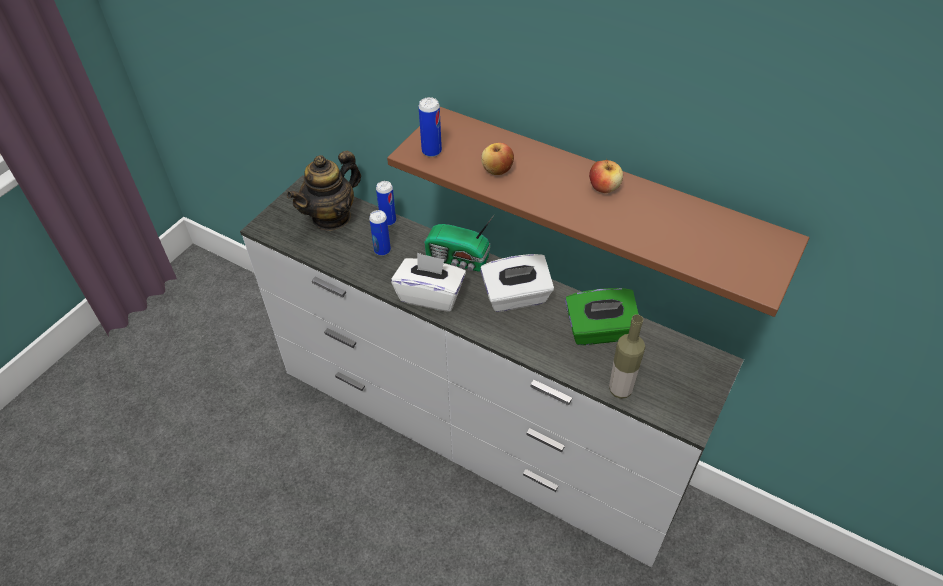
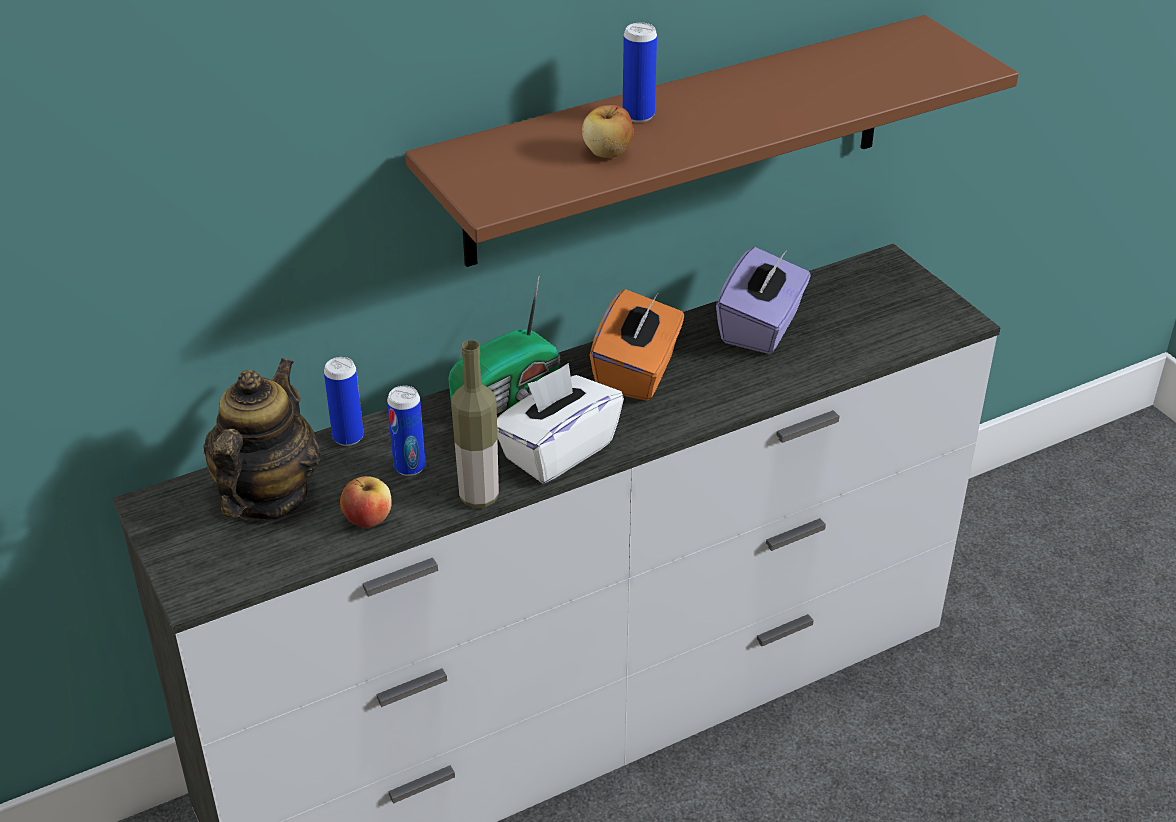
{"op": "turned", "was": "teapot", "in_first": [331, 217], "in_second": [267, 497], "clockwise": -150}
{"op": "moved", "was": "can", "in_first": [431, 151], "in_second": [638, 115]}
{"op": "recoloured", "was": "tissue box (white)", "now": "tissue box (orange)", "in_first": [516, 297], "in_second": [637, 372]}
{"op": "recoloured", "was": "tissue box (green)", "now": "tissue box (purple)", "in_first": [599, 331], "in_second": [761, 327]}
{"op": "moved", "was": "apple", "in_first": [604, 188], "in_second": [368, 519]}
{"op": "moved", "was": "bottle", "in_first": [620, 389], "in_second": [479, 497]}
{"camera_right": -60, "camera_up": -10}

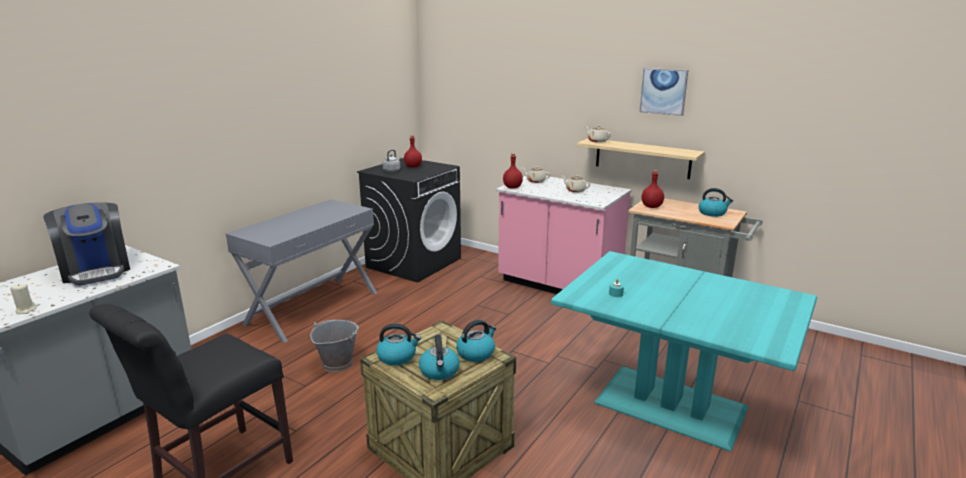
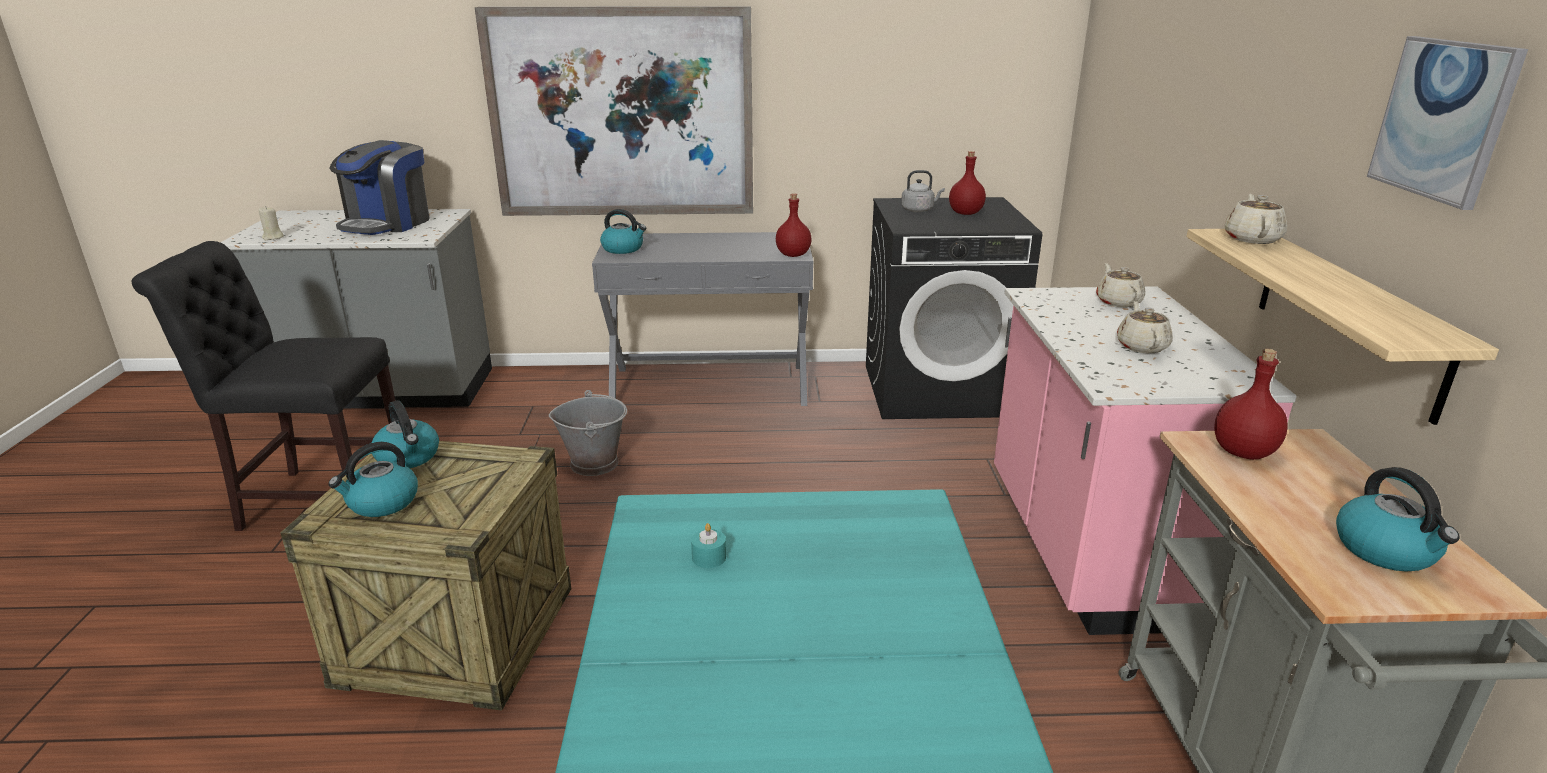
{"op": "moved", "was": "kettle", "in_first": [476, 353], "in_second": [623, 249]}
{"op": "moved", "was": "bottle (red)", "in_first": [512, 187], "in_second": [793, 255]}
{"op": "added", "now": "picture", "in_second": [622, 113]}
{"camera_right": 55, "camera_up": 5}

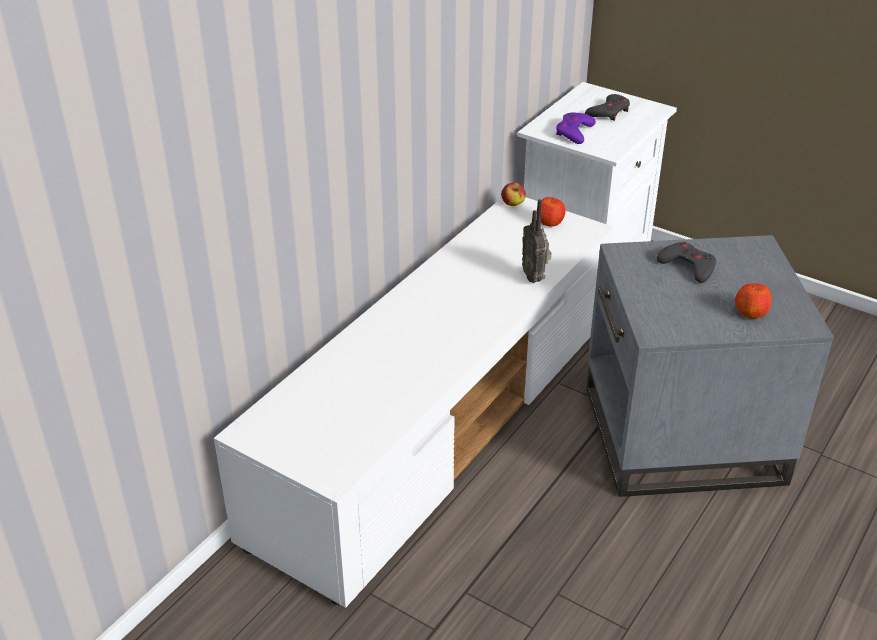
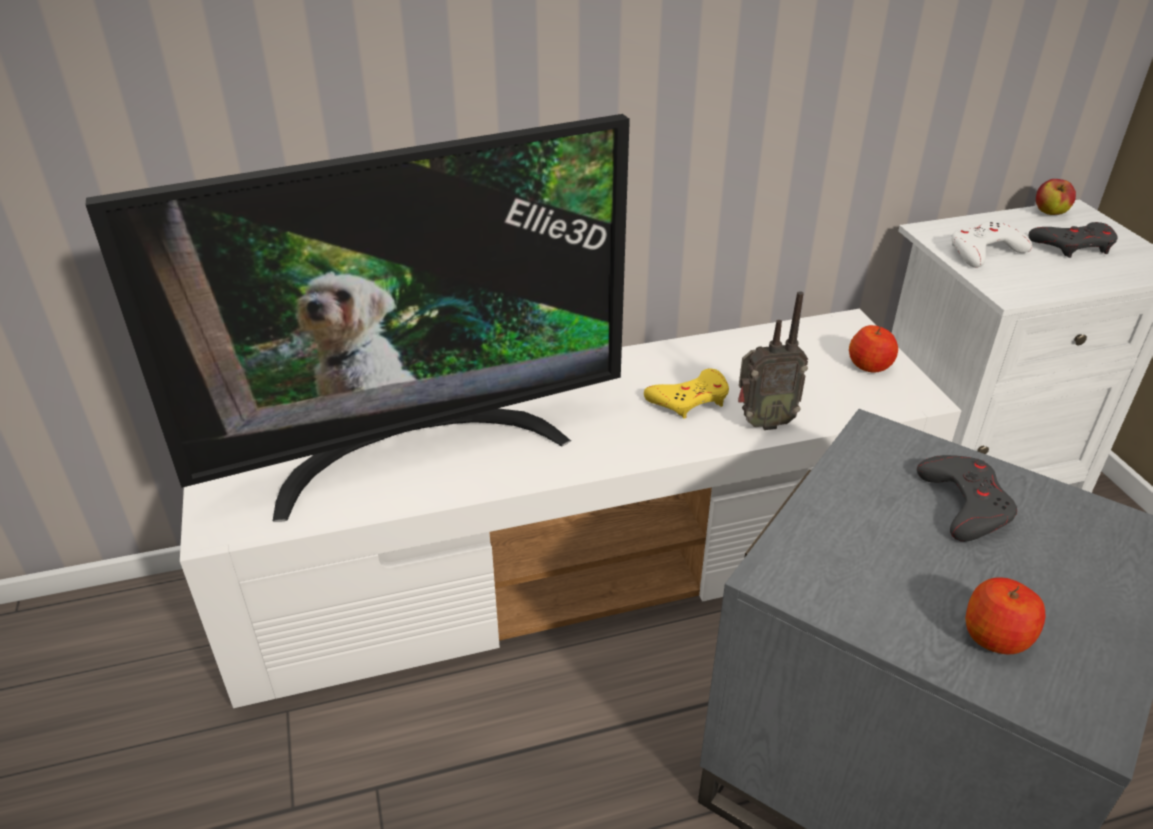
{"op": "moved", "was": "apple", "in_first": [512, 204], "in_second": [1050, 213]}
{"op": "turned", "was": "radio", "in_first": [534, 277], "in_second": [762, 422], "clockwise": -120}
{"op": "recoloured", "was": "game controller (purple)", "now": "game controller (white)", "in_first": [574, 132], "in_second": [984, 251]}
{"op": "added", "now": "television", "in_second": [414, 448]}
{"op": "added", "now": "game controller (yellow)", "in_second": [690, 399]}
{"camera_right": 40, "camera_up": 0}

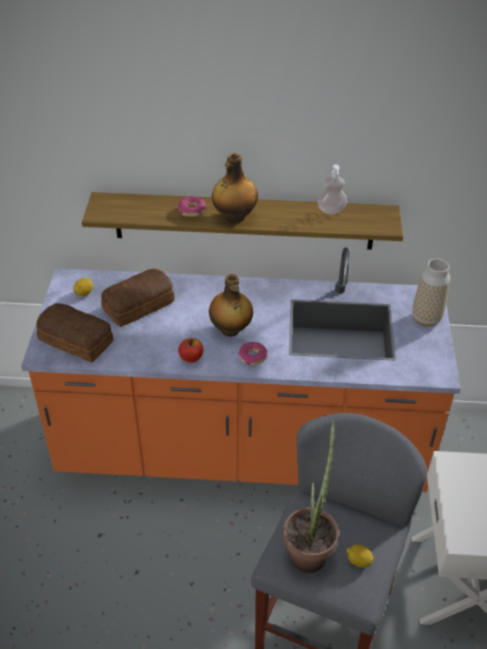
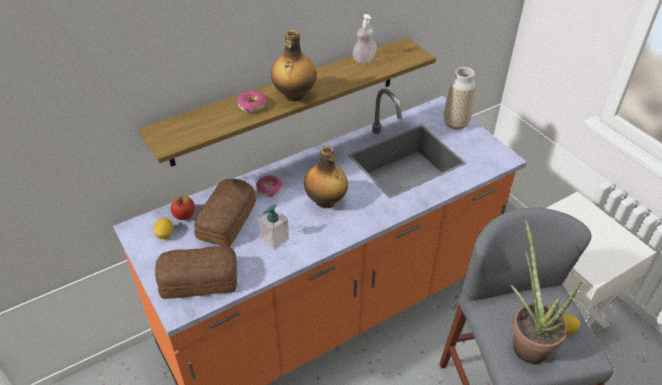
{"op": "moved", "was": "apple", "in_first": [191, 357], "in_second": [184, 215]}
{"op": "moved", "was": "donut", "in_first": [253, 357], "in_second": [269, 189]}
{"op": "added", "now": "soap dispenser", "in_second": [274, 239]}
{"camera_right": -35, "camera_up": 0}

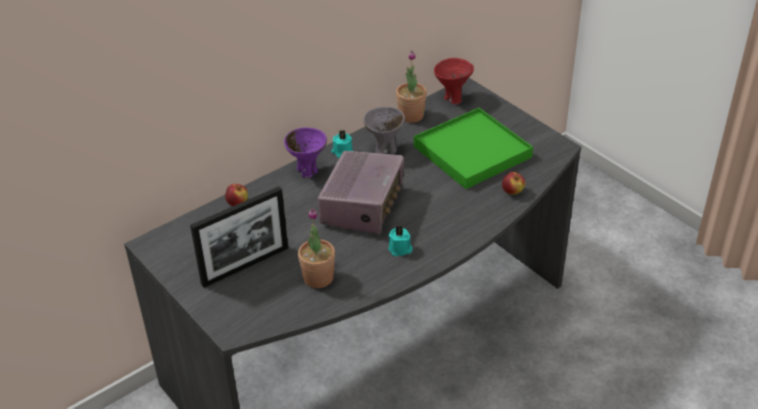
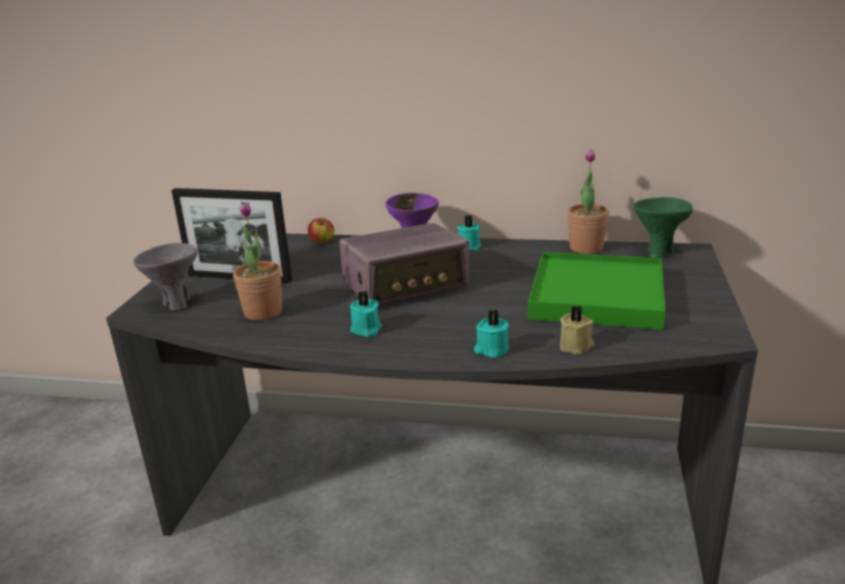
{"op": "moved", "was": "bowl (grey)", "in_first": [385, 149], "in_second": [176, 303]}
{"op": "recoloured", "was": "bowl (red)", "now": "bowl (green)", "in_first": [453, 98], "in_second": [659, 252]}
{"op": "replaced", "was": "apple", "now": "candle (beige)", "in_first": [512, 192], "in_second": [576, 346]}
{"op": "added", "now": "candle (turquoise)", "in_second": [491, 350]}
{"camera_right": 50, "camera_up": -15}

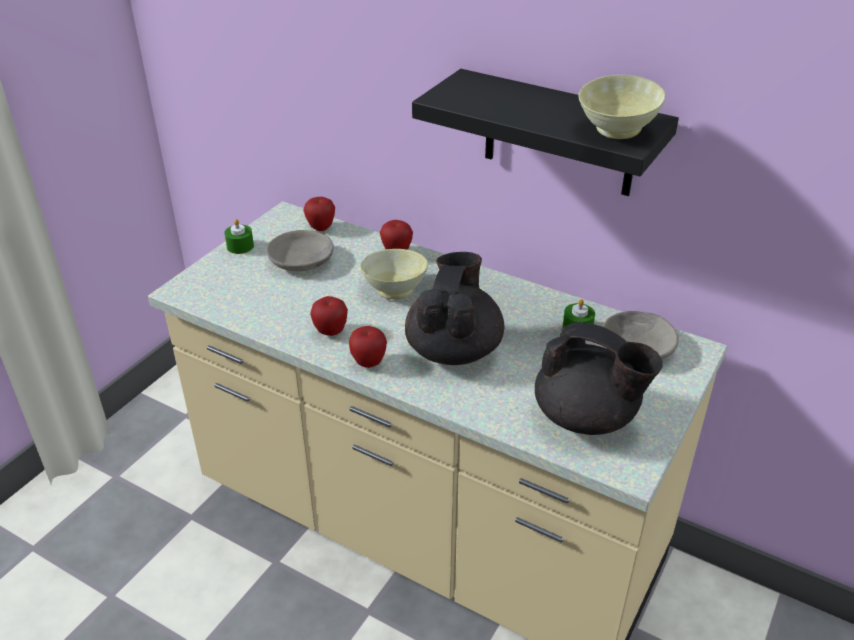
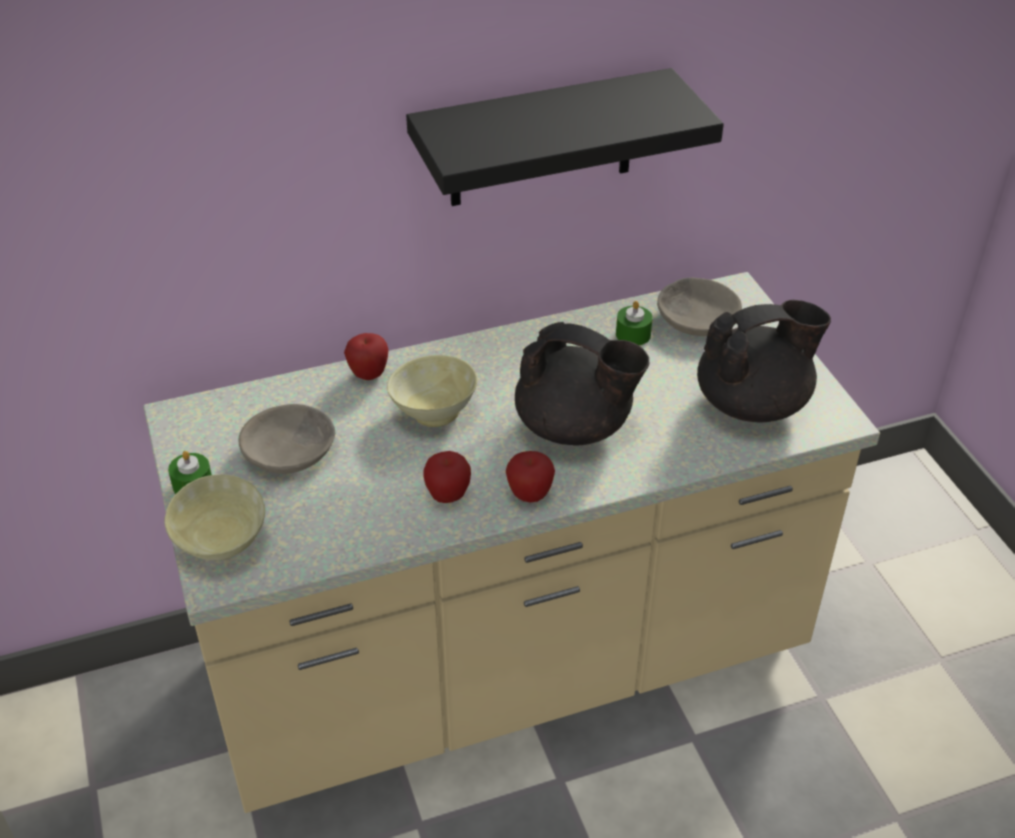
{"op": "removed", "was": "apple", "in_first": [321, 228]}
{"op": "turned", "was": "teapot (black)", "in_first": [454, 349], "in_second": [575, 427], "clockwise": 150}
{"op": "moved", "was": "bowl (beige)", "in_first": [615, 131], "in_second": [220, 545]}
{"camera_right": -50, "camera_up": 5}

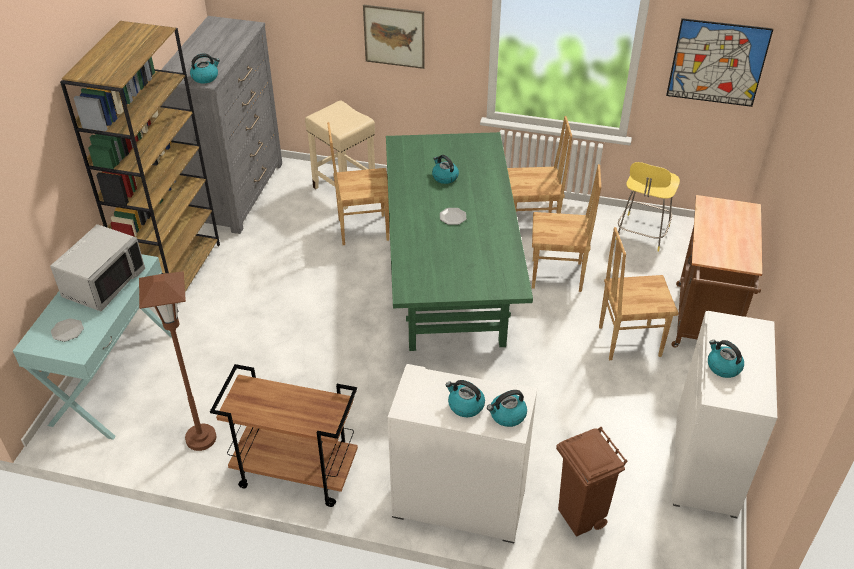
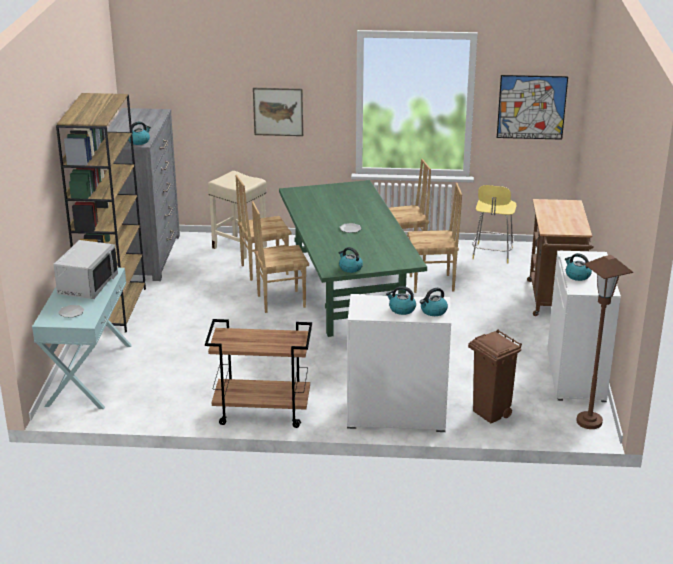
{"op": "moved", "was": "floor lamp (brown)", "in_first": [201, 438], "in_second": [589, 422]}
{"op": "moved", "was": "kettle", "in_first": [444, 177], "in_second": [350, 268]}
{"op": "moved", "was": "chair (brown)", "in_first": [628, 341], "in_second": [280, 301]}
{"camera_right": -10, "camera_up": -15}

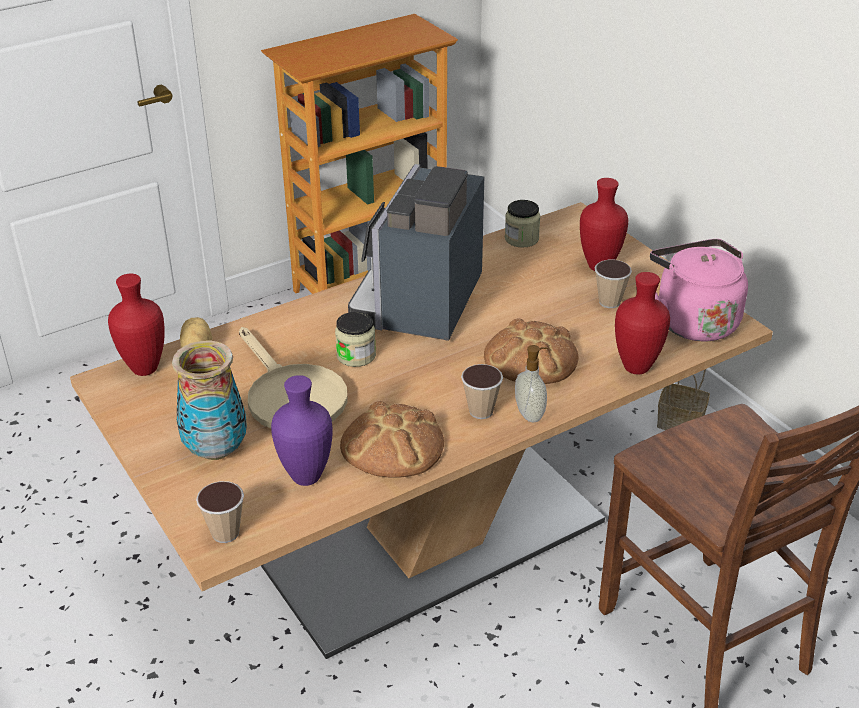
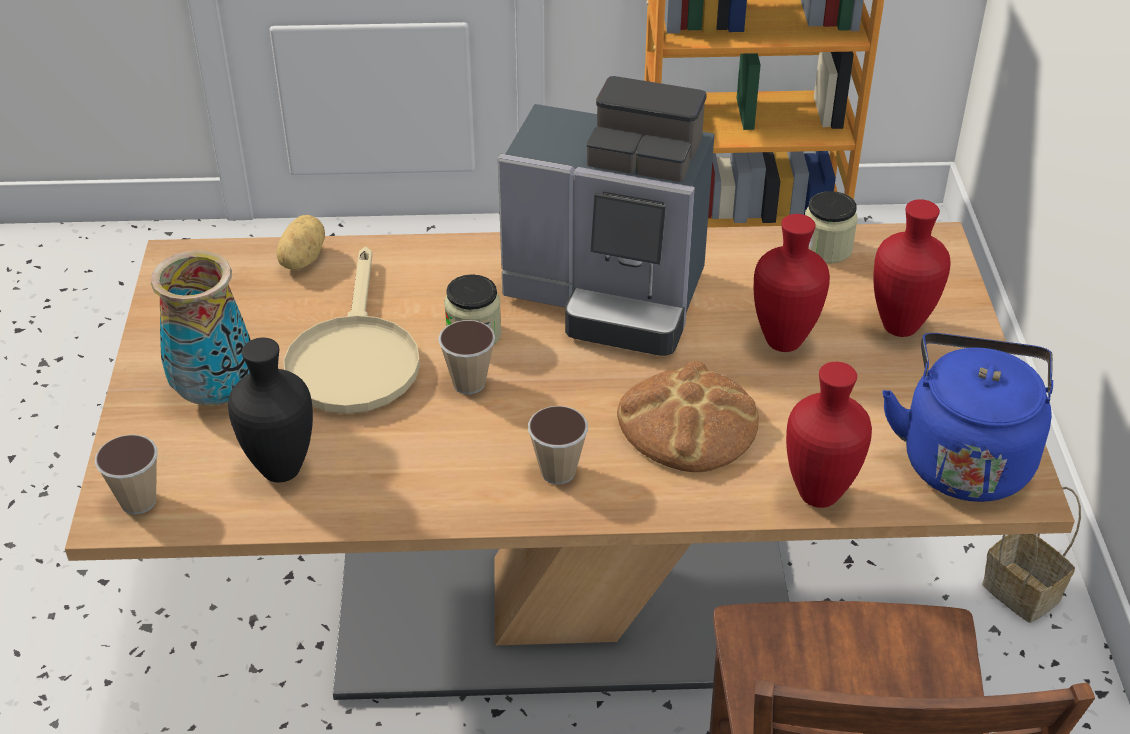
{"op": "moved", "was": "vase (red)", "in_first": [144, 370], "in_second": [782, 343]}
{"op": "recoloured", "was": "vase (purple)", "now": "vase (black)", "in_first": [304, 477], "in_second": [279, 469]}
{"op": "removed", "was": "bread", "in_first": [392, 445]}
{"op": "turned", "was": "coffee machine", "in_first": [420, 305], "in_second": [610, 295], "clockwise": -120}
{"op": "removed", "was": "soap dispenser", "in_first": [530, 414]}
{"op": "moved", "was": "cup", "in_first": [609, 302], "in_second": [469, 383]}
{"op": "recoloured", "was": "kettle (pink)", "now": "kettle (blue)", "in_first": [693, 320], "in_second": [965, 457]}
{"camera_right": 30, "camera_up": 5}

